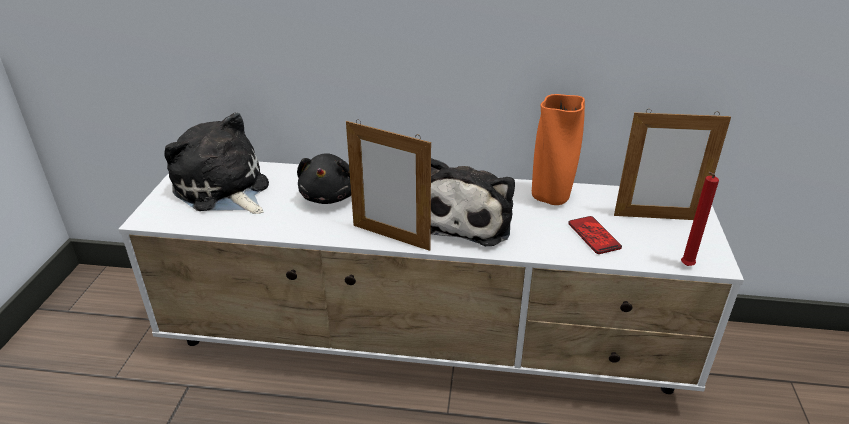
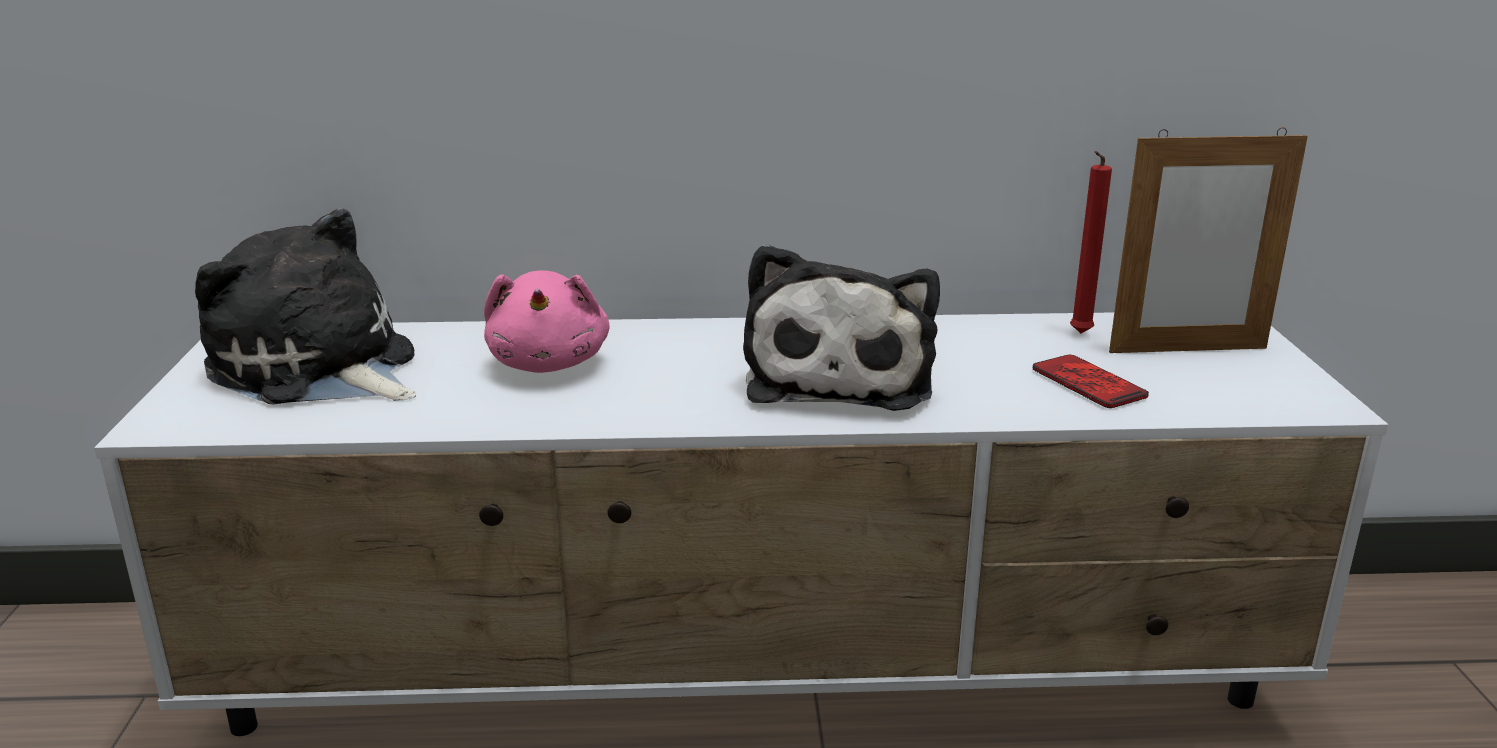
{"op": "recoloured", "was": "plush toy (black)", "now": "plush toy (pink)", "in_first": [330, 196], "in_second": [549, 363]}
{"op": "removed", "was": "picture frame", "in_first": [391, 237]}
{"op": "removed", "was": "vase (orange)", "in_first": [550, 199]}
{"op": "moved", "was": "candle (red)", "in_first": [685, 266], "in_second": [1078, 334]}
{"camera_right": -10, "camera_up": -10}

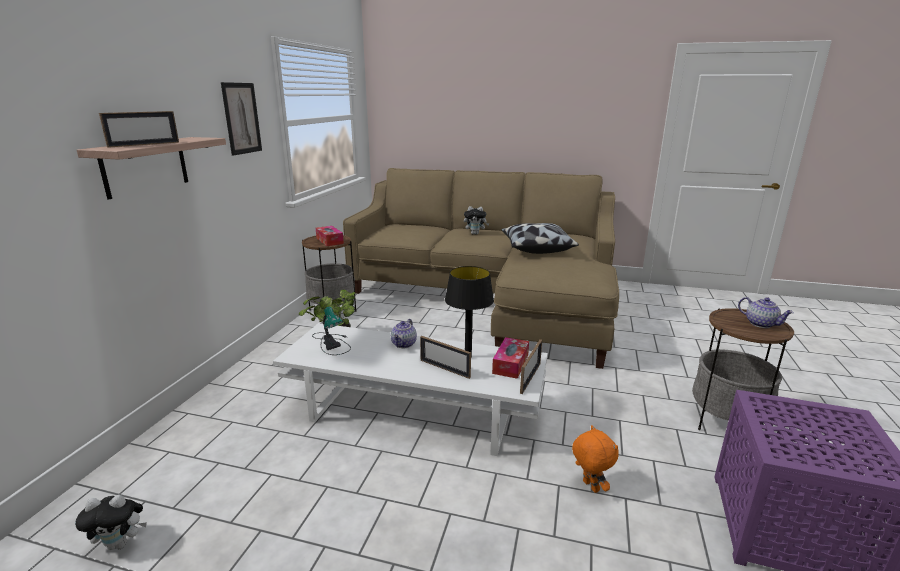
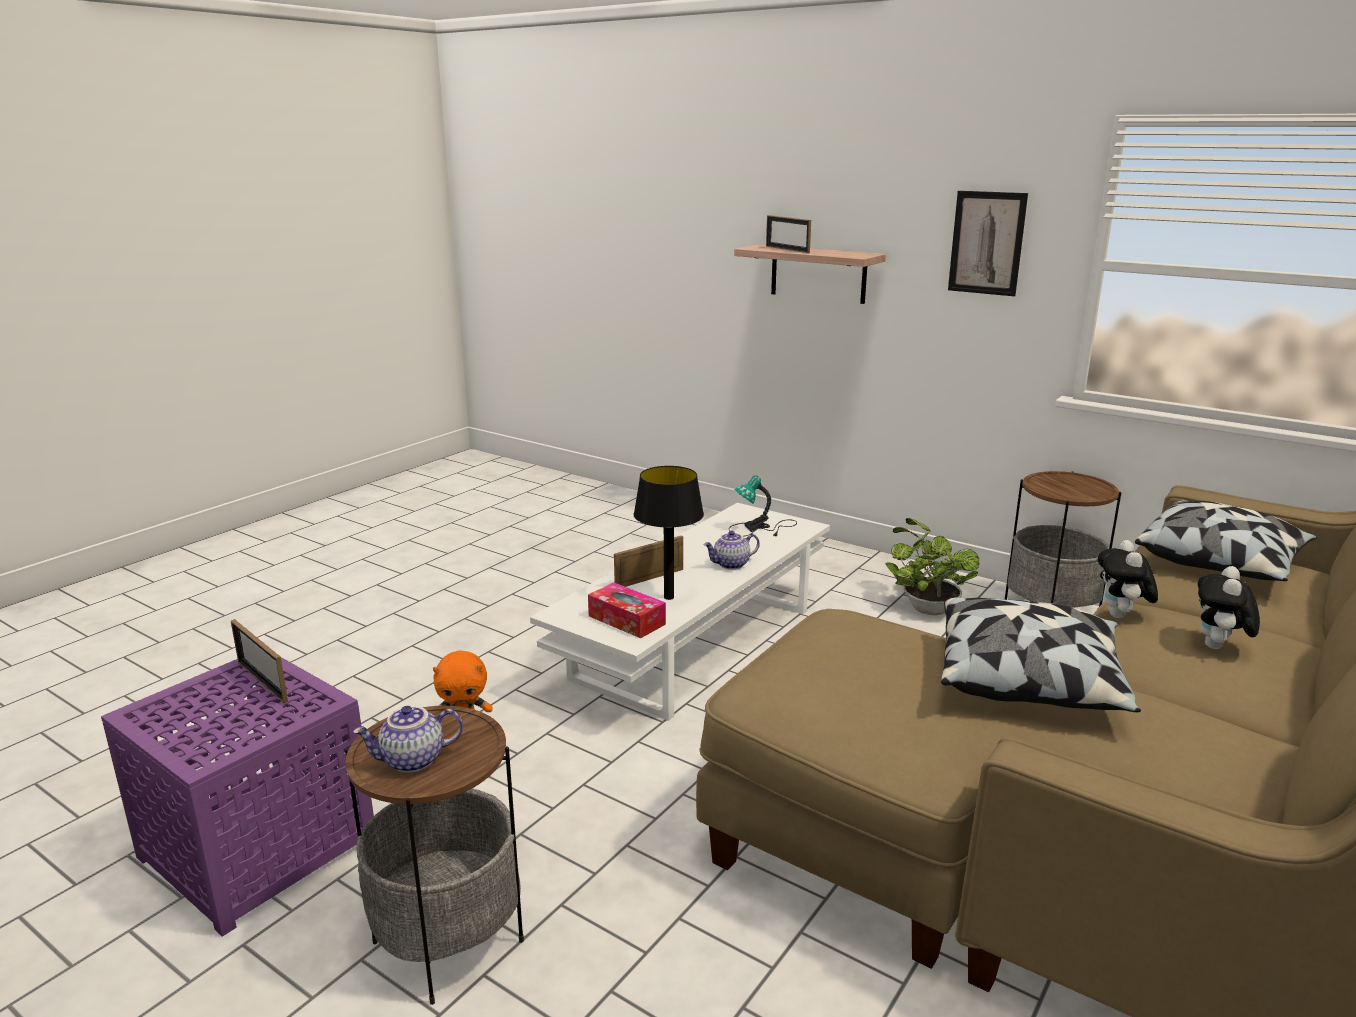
{"op": "moved", "was": "plush toy", "in_first": [121, 543], "in_second": [1121, 616]}
{"op": "removed", "was": "tissue box", "in_first": [329, 241]}
{"op": "turned", "was": "teapot", "in_first": [404, 344], "in_second": [731, 565], "clockwise": -60}
{"op": "moved", "was": "picture frame", "in_first": [530, 378], "in_second": [262, 681]}
{"op": "added", "now": "pillow", "in_second": [1221, 563]}
{"camera_right": 110, "camera_up": 0}

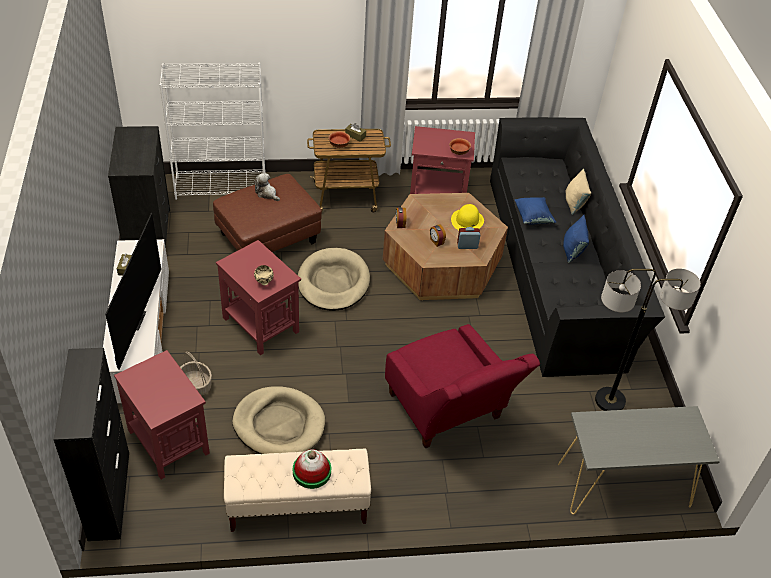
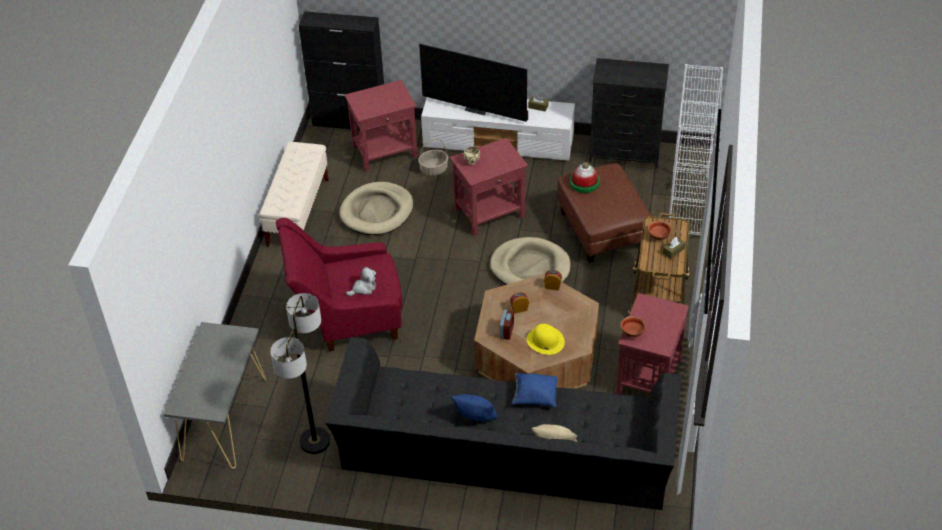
{"op": "moved", "was": "plush toy", "in_first": [267, 193], "in_second": [363, 288]}
{"op": "moved", "was": "hat", "in_first": [312, 471], "in_second": [584, 182]}
{"camera_right": 110, "camera_up": 0}

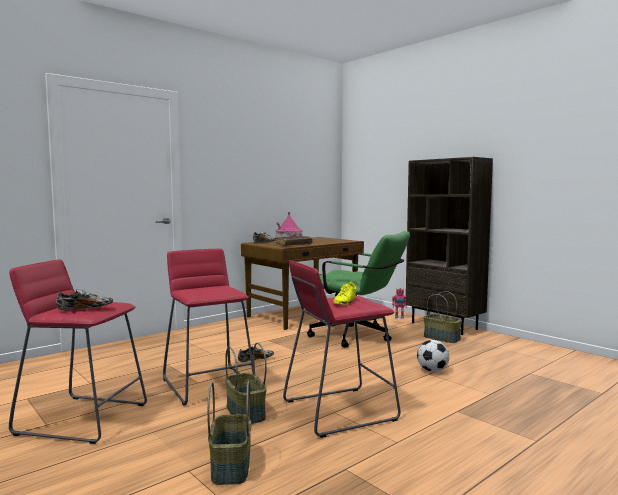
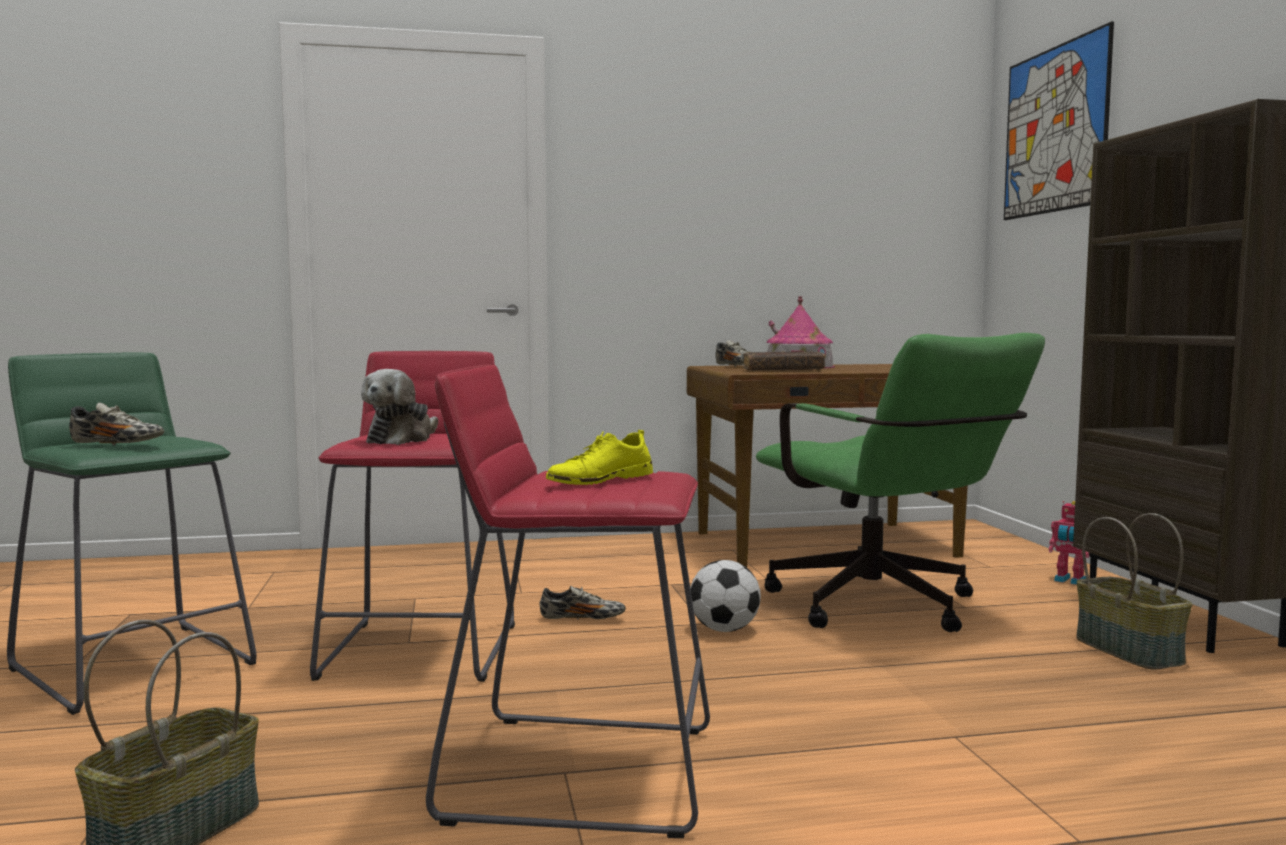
{"op": "recoloured", "was": "stool (red)", "now": "stool (green)", "in_first": [82, 418], "in_second": [135, 665]}
{"op": "removed", "was": "basket", "in_first": [244, 413]}
{"op": "moved", "was": "football", "in_first": [432, 370], "in_second": [724, 630]}
{"op": "added", "now": "plush toy", "in_second": [402, 439]}
{"op": "added", "now": "picture", "in_second": [1055, 130]}
{"camera_right": 30, "camera_up": 0}

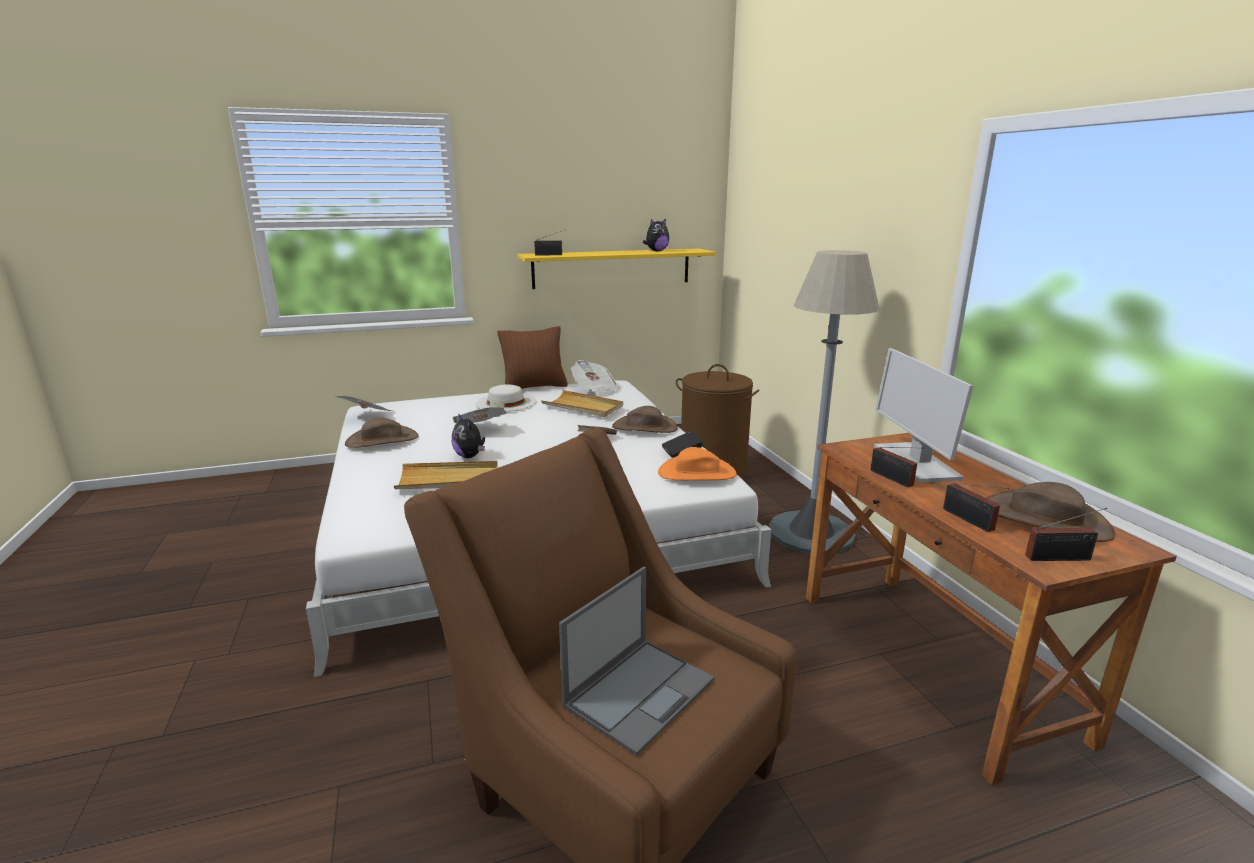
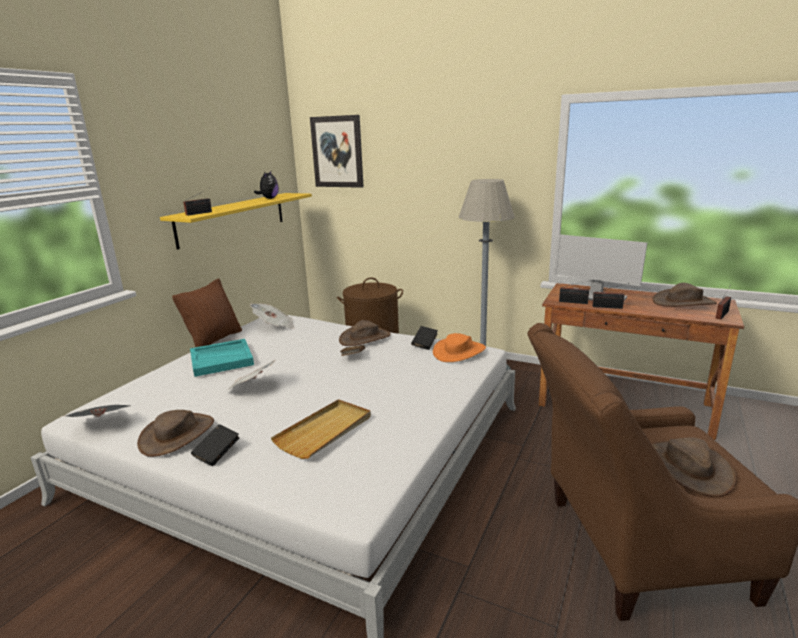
{"op": "removed", "was": "plush toy", "in_first": [470, 456]}
{"op": "replaced", "was": "hat (white)", "now": "tray (turquoise)", "in_first": [506, 402], "in_second": [222, 359]}
{"op": "removed", "was": "tray (beige)", "in_first": [583, 407]}
{"op": "replaced", "was": "laptop", "now": "hat (brown)", "in_first": [640, 691], "in_second": [688, 467]}
{"op": "moved", "was": "radio", "in_first": [970, 521], "in_second": [575, 302]}
{"op": "added", "now": "book (black)", "in_second": [217, 454]}
{"op": "added", "now": "picture", "in_second": [337, 152]}
{"camera_right": -45, "camera_up": 0}

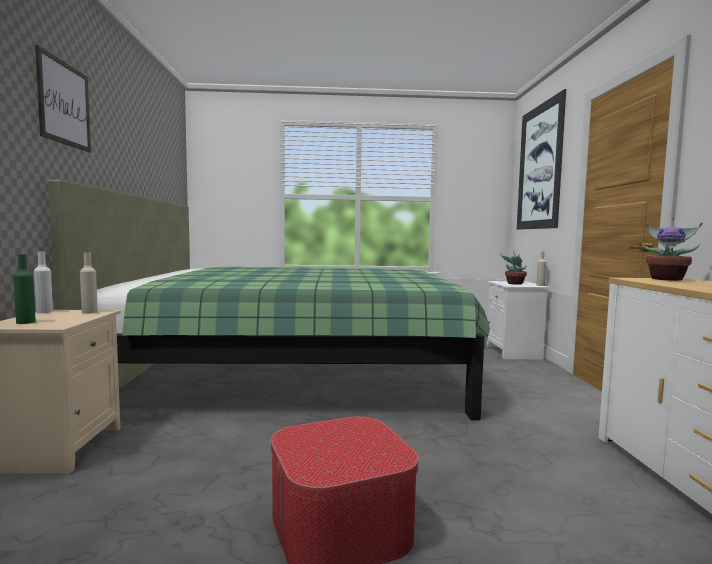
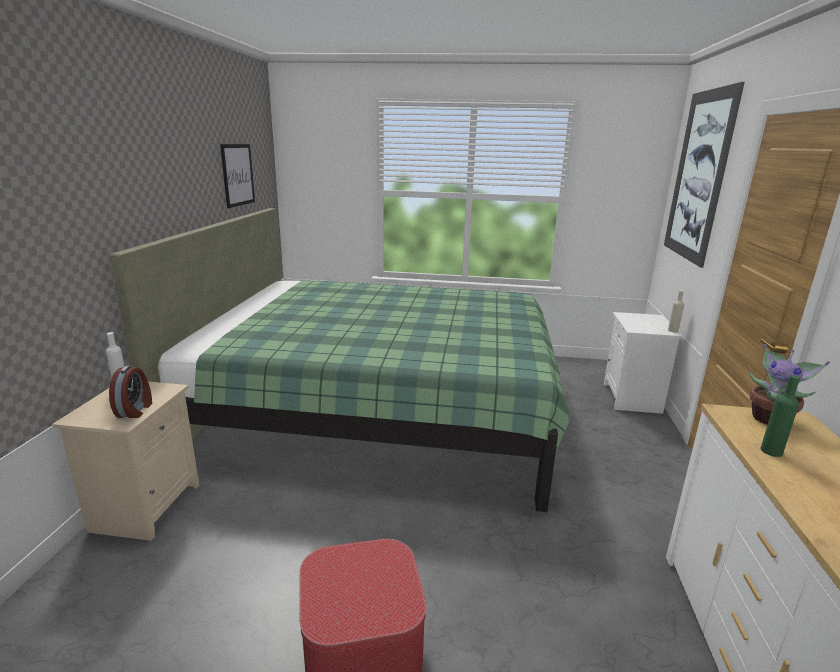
{"op": "moved", "was": "bottle (green)", "in_first": [26, 322], "in_second": [771, 451]}
{"op": "moved", "was": "picture", "in_first": [64, 103], "in_second": [238, 175]}
{"op": "removed", "was": "bottle (beige)", "in_first": [89, 312]}
{"op": "removed", "was": "potted plant", "in_first": [514, 283]}
{"op": "added", "now": "alarm clock", "in_second": [135, 410]}
{"camera_right": 10, "camera_up": 15}

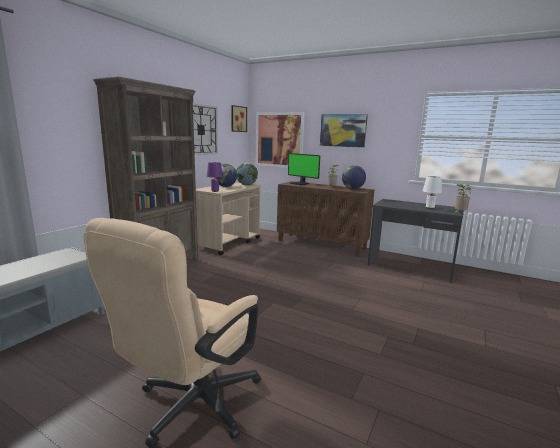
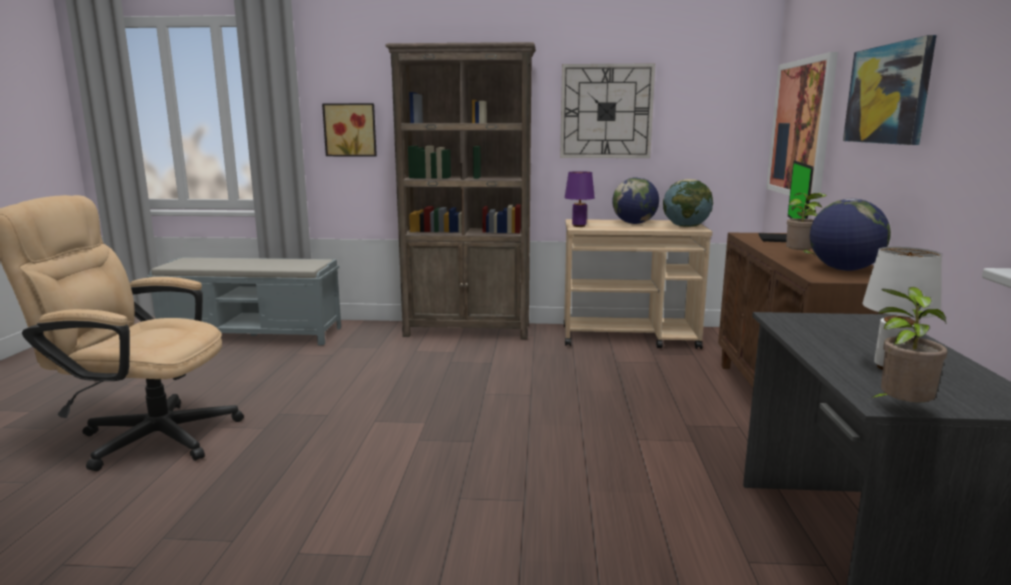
{"op": "moved", "was": "picture", "in_first": [238, 119], "in_second": [350, 130]}
{"camera_right": 65, "camera_up": 0}

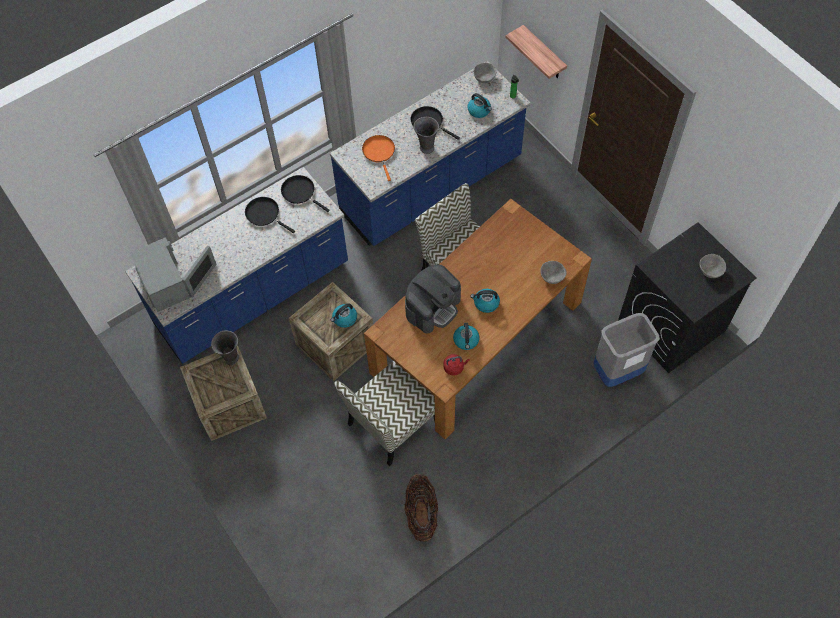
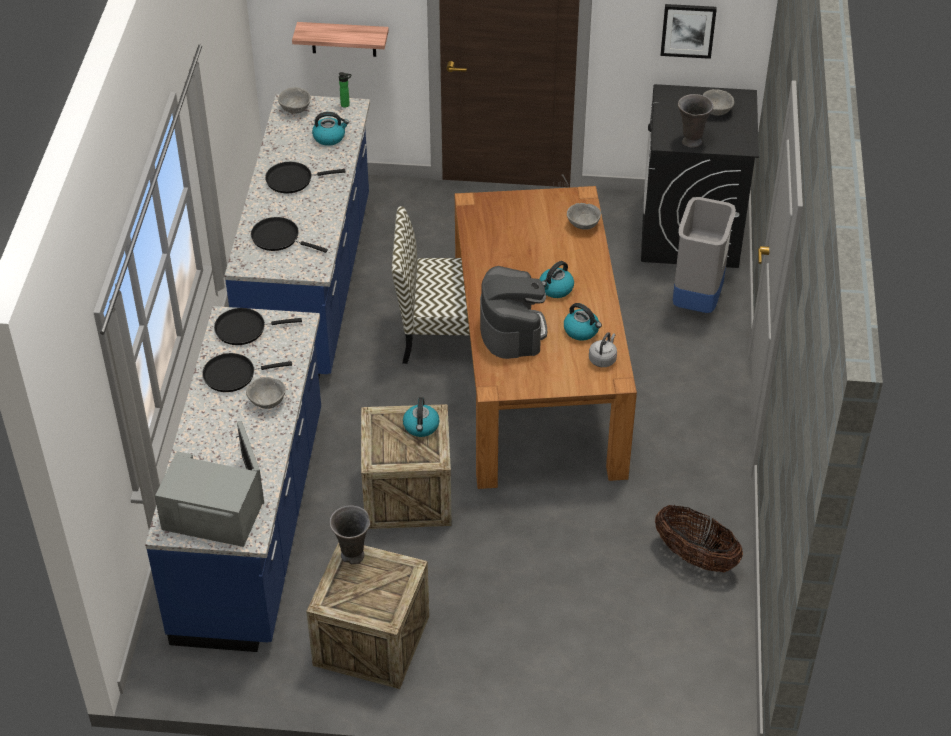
{"op": "removed", "was": "chair", "in_first": [392, 424]}
{"op": "recoloured", "was": "frying pan (orange)", "now": "frying pan (black)", "in_first": [379, 152], "in_second": [279, 238]}
{"op": "moved", "was": "vase (grey)", "in_first": [426, 148], "in_second": [691, 142]}
{"op": "recoloured", "was": "kettle (red)", "now": "kettle (grey)", "in_first": [454, 367], "in_second": [603, 359]}
{"op": "added", "now": "bowl (grey)", "in_second": [267, 402]}
{"op": "added", "now": "picture", "in_second": [688, 30]}
{"camera_right": -50, "camera_up": -15}

